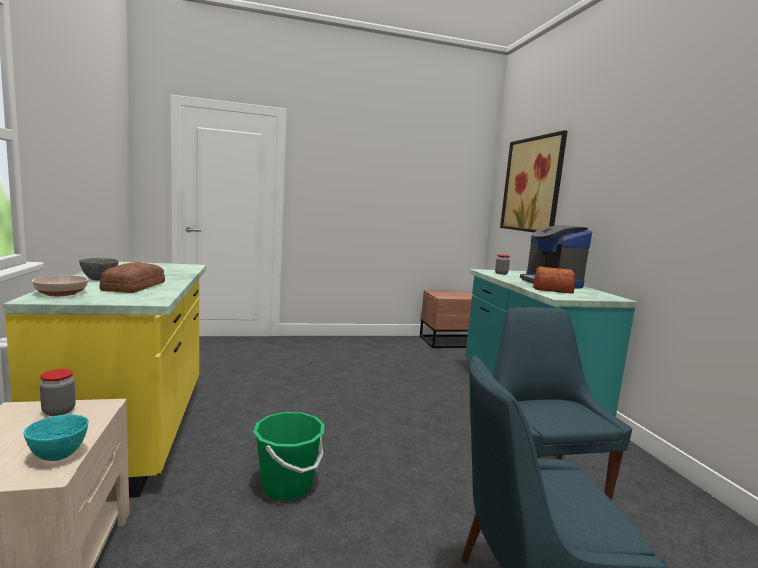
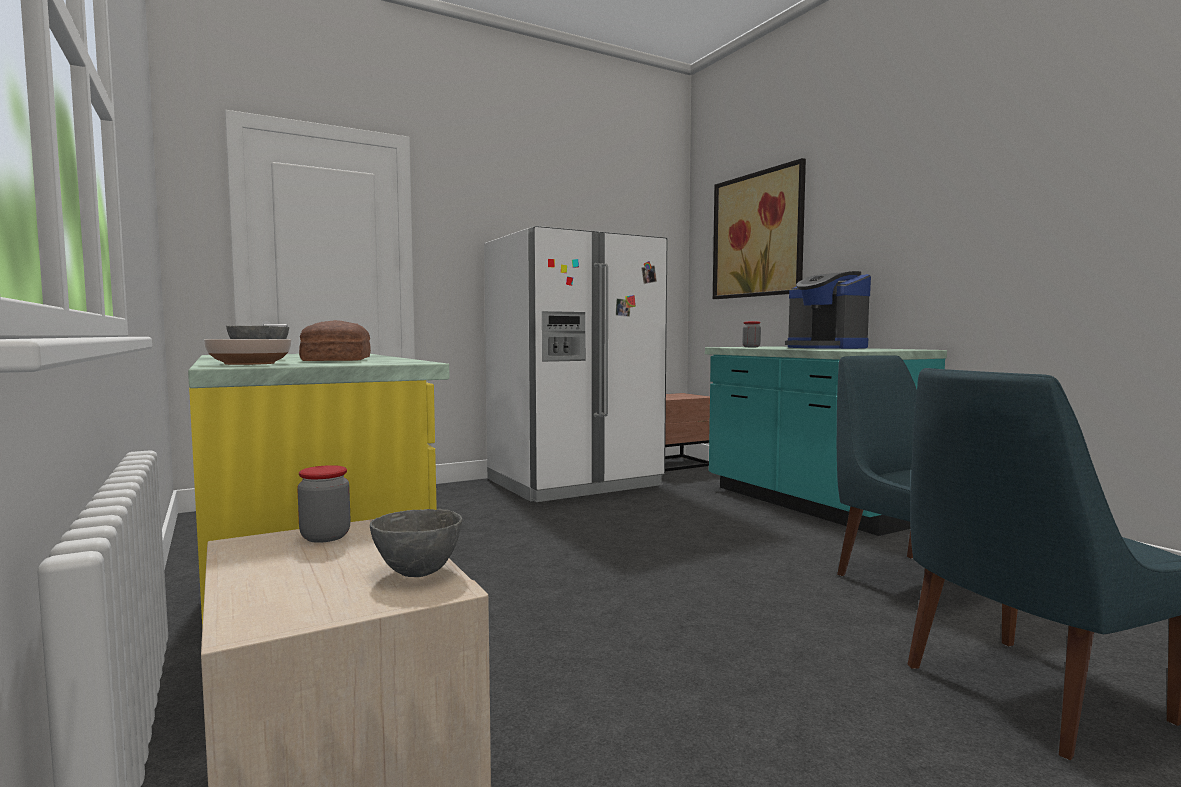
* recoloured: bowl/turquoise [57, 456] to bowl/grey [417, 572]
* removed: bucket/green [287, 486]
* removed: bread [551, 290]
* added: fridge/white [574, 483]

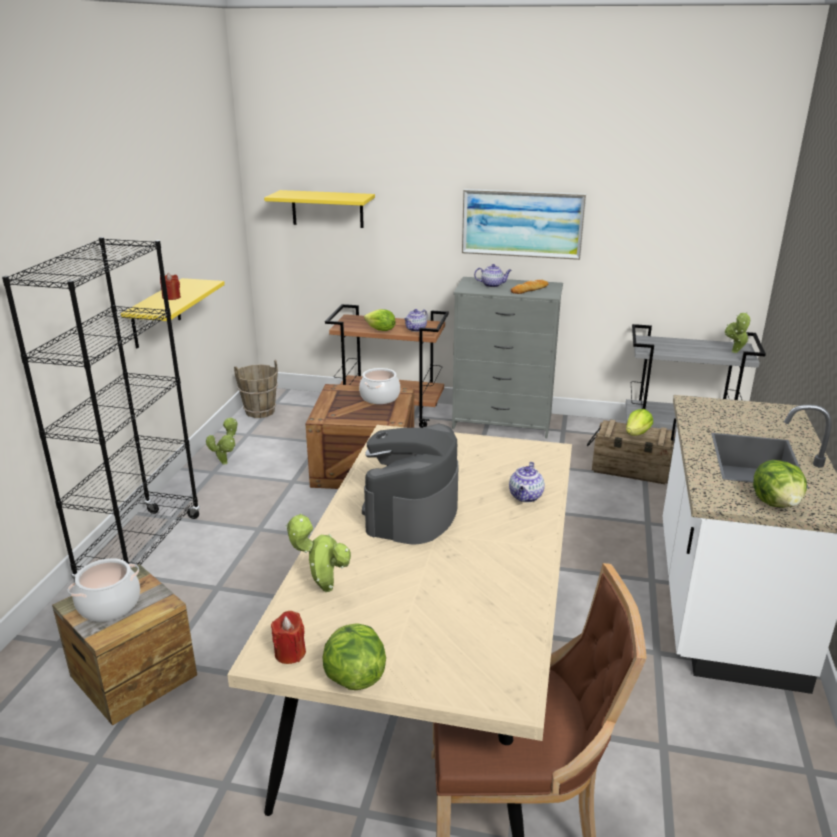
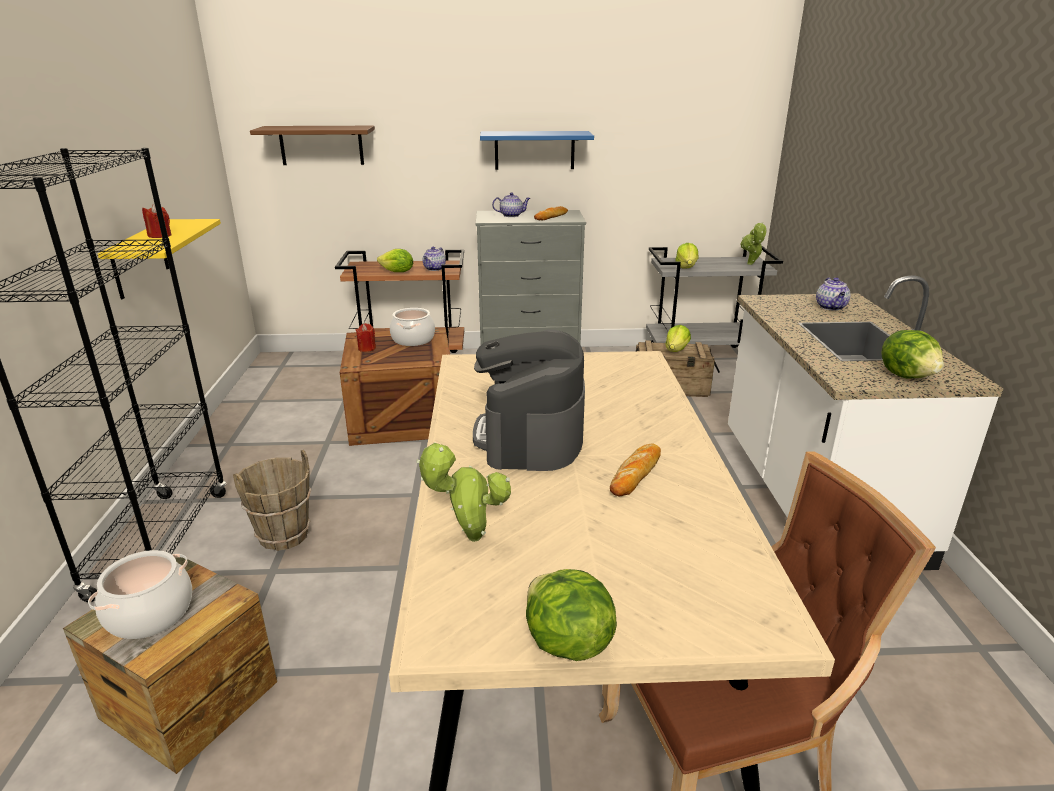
* removed: potted plant [226, 462]
* moved: bucket/brown [260, 412] to [283, 535]
* recoloured: shelf/yellow [327, 209] to shelf/brown [321, 145]
* moved: candle/red [290, 653] to [367, 348]
* replaced: picture [522, 223] to shelf/blue [534, 150]
* moved: teapot [526, 497] to [831, 307]
* added: bread [636, 473]
* added: lettuce [686, 267]

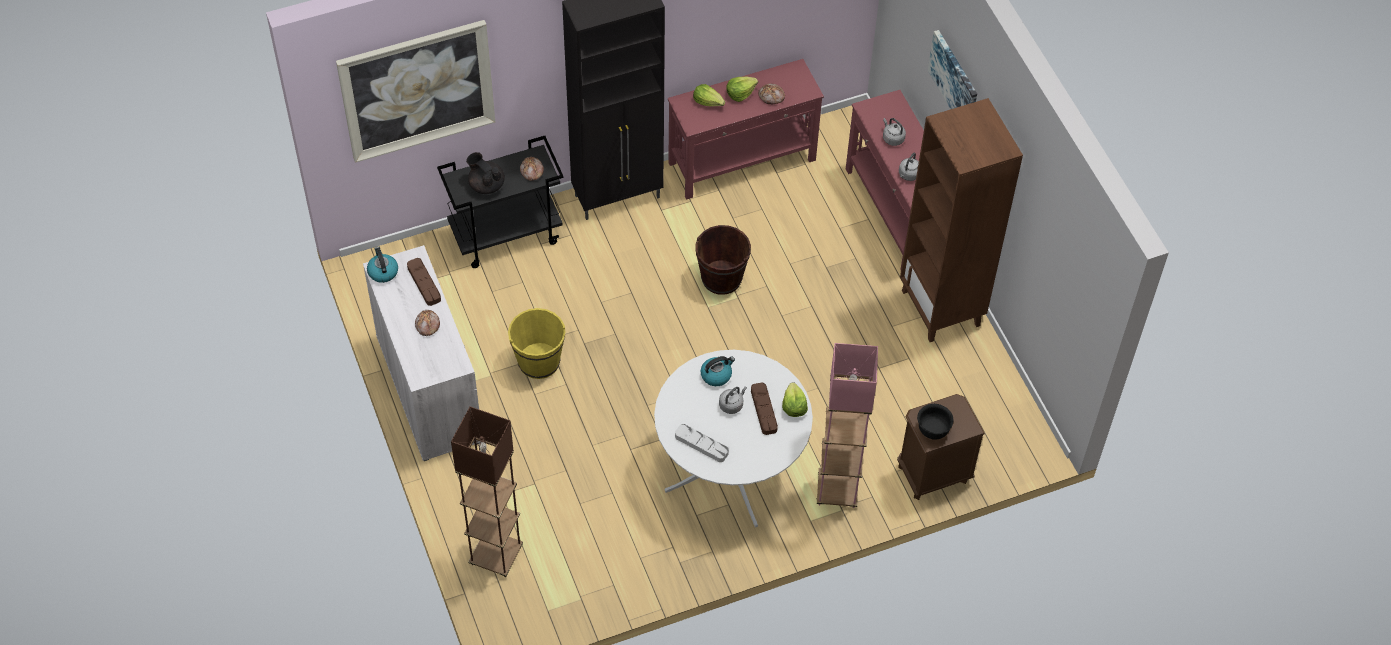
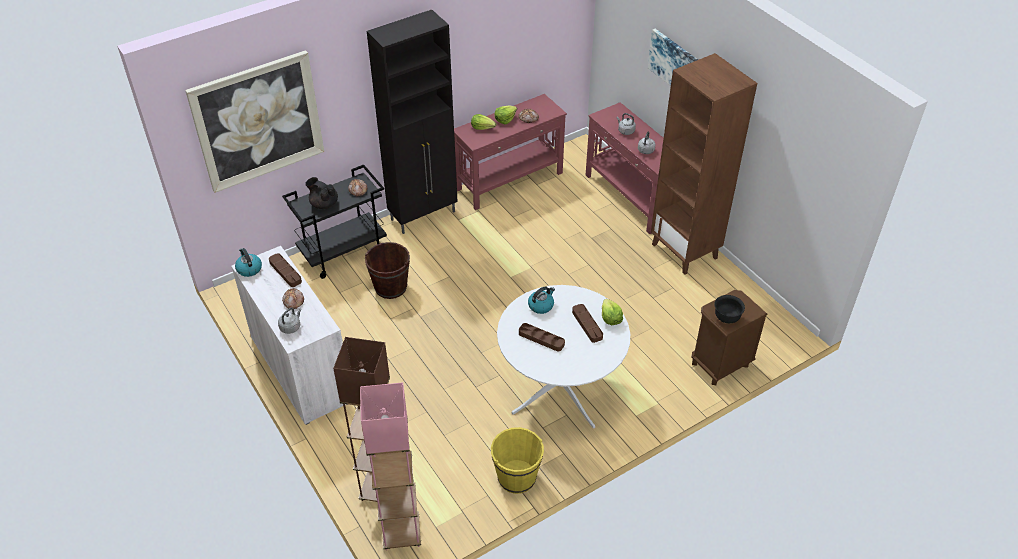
* moved: bucket/yellow [539, 361] to [516, 477]
* removed: tray/grey [701, 444]
* moved: bucket/brown [721, 278] to [390, 287]
* moved: kettle/grey [732, 405] to [291, 327]
* moved: floor lamp/pink [837, 491] to [401, 533]
* added: tray/brown [541, 339]

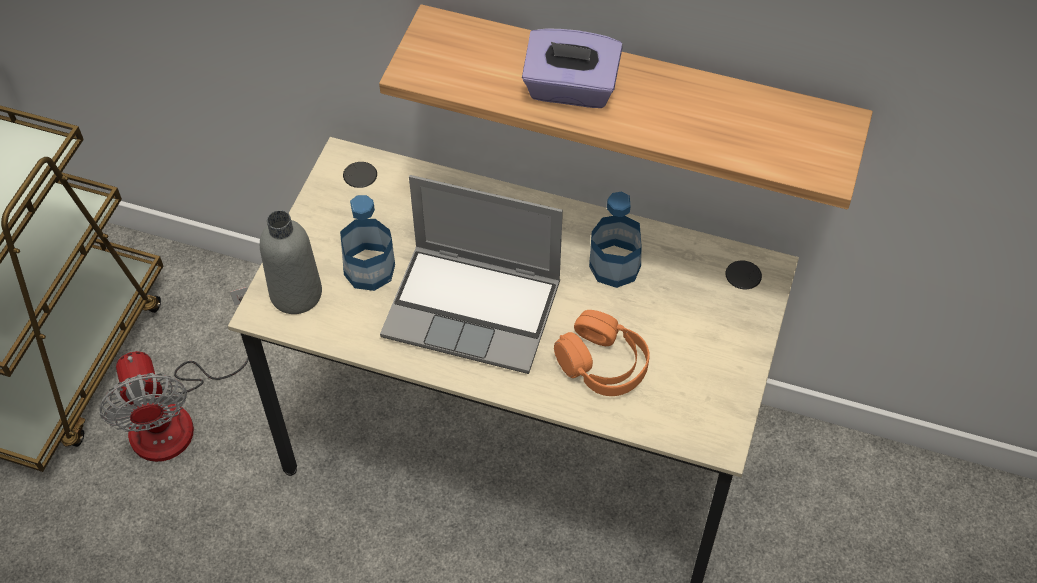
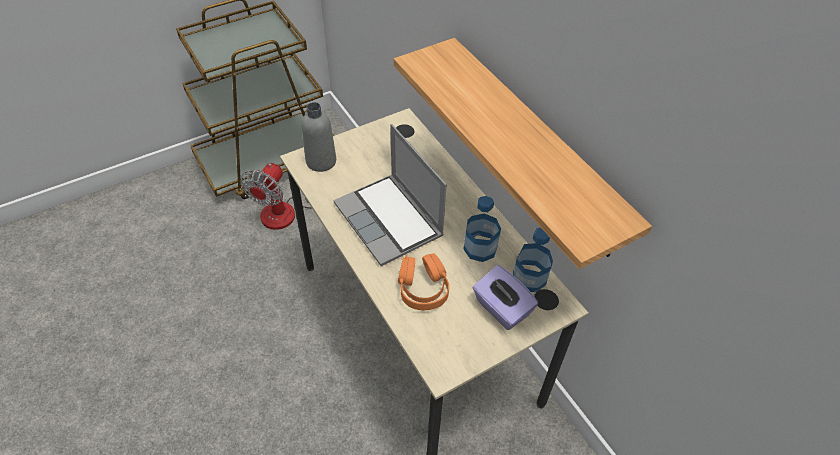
* moved: bottle [369, 269] to [529, 278]
* moved: tissue box/purple [570, 90] to [501, 309]

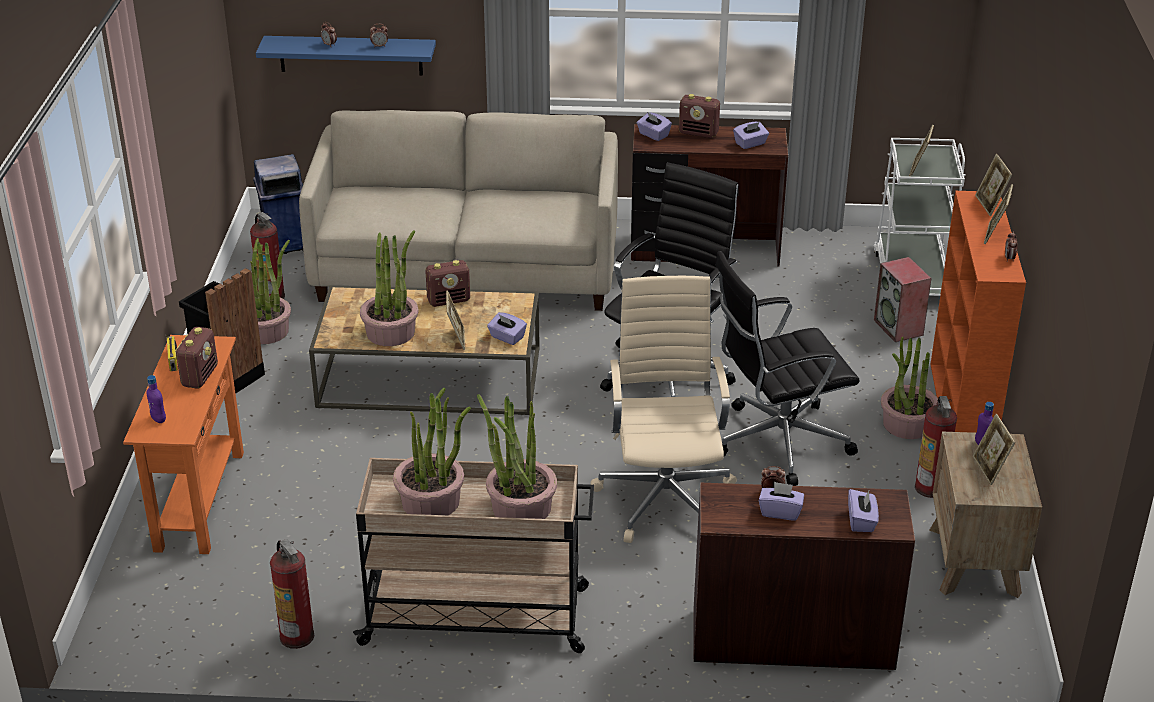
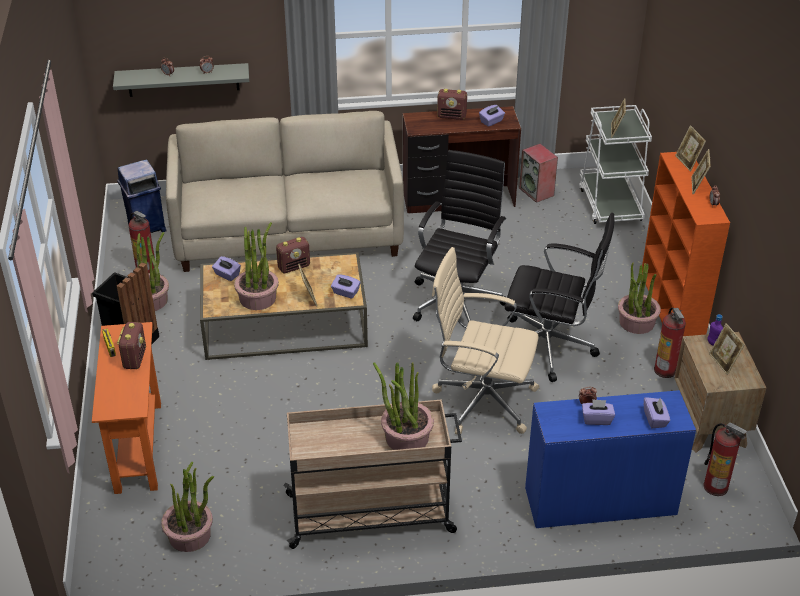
* removed: bottle/purple [158, 419]
* recoloured: shelf/blue [350, 55] to shelf/grey [183, 80]
* moved: fire extinguisher [297, 636] to [716, 486]
* moved: potted plant [431, 501] to [190, 535]
* turned: office chair/beige [665, 496] = [482, 400] 60 degrees counterclockwise
* moved: tissue box/purple [653, 135] to [227, 275]
* recoloured: desk/brown [791, 638] to desk/blue [599, 500]
* turned: office chair/black [777, 442] = [549, 347] 135 degrees counterclockwise
* moved: speaker [899, 328] to [537, 192]

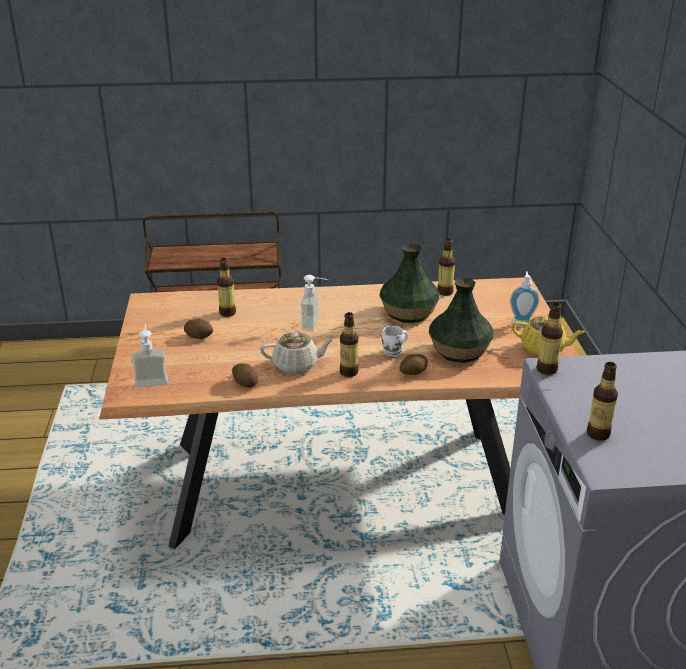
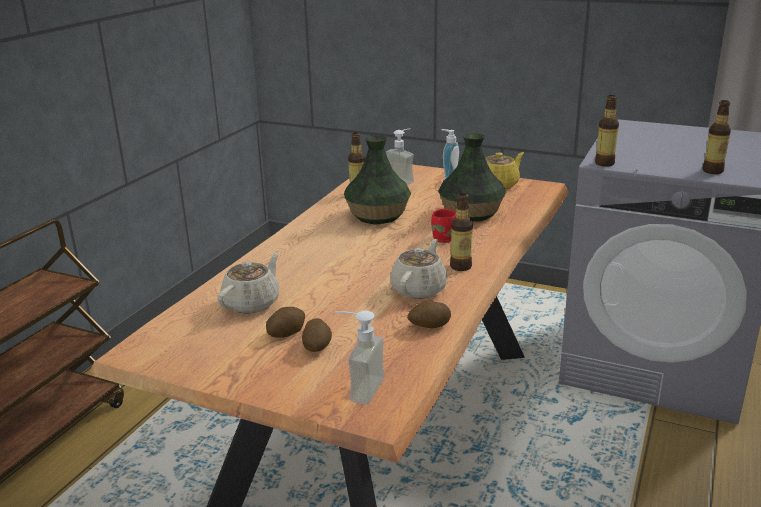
* replaced: bottle [227, 313] to teapot/beige [252, 303]
* moved: soap dispenser [316, 324] to [403, 179]
* recoloured: mug/white [394, 352] to mug/red [444, 238]
* moved: potato [413, 373] to [317, 347]

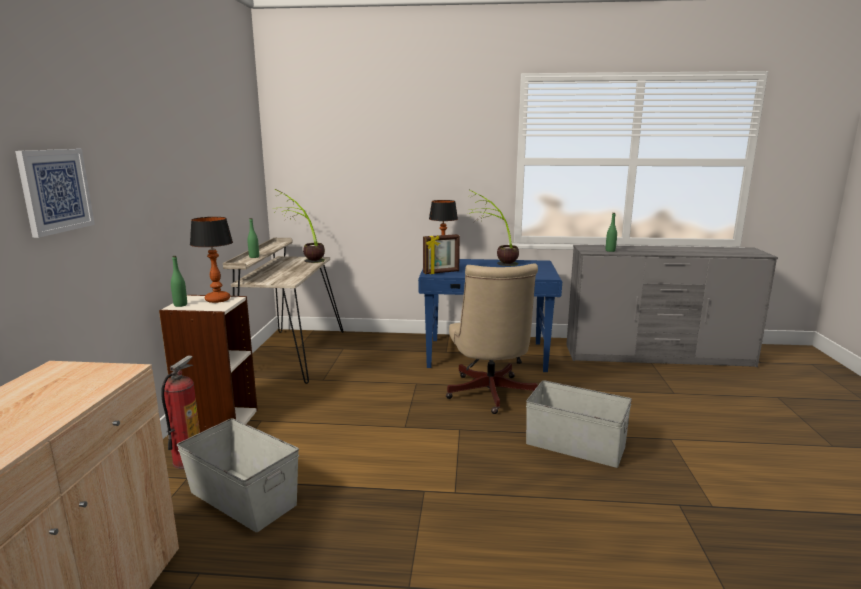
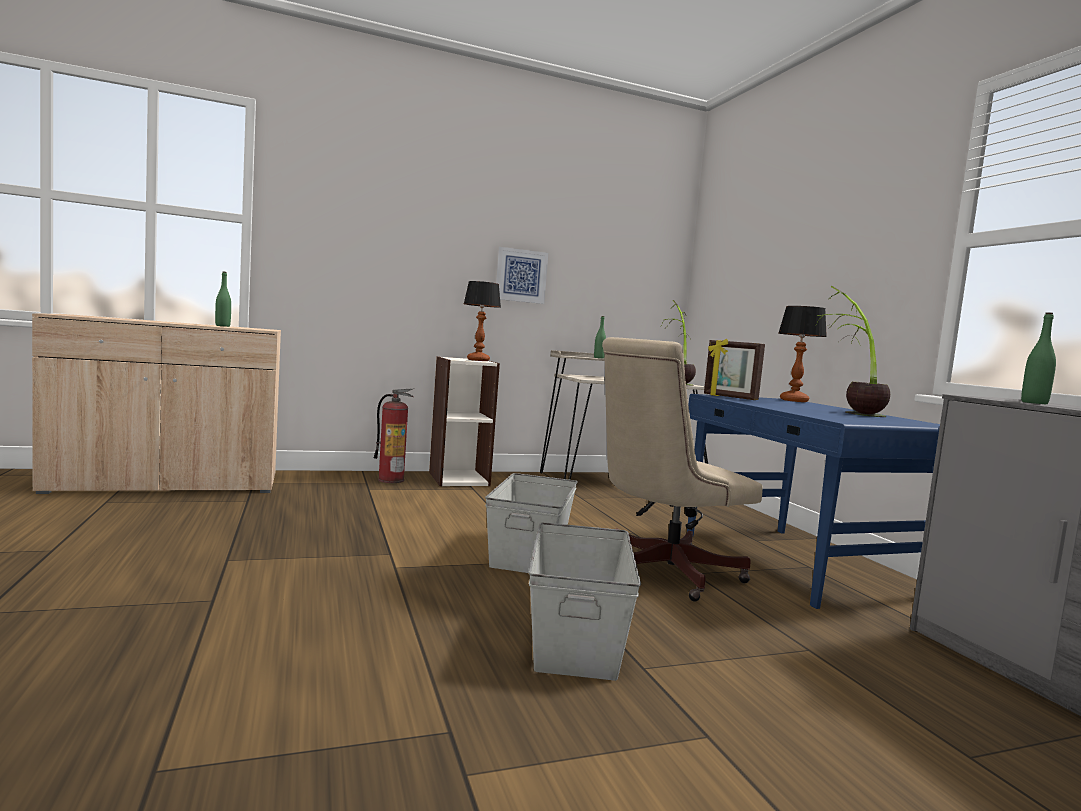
* moved: picture [55, 191] to [521, 275]
* moved: bottle/green [180, 305] to [222, 326]
* moved: storage box/grey [243, 497] to [530, 551]

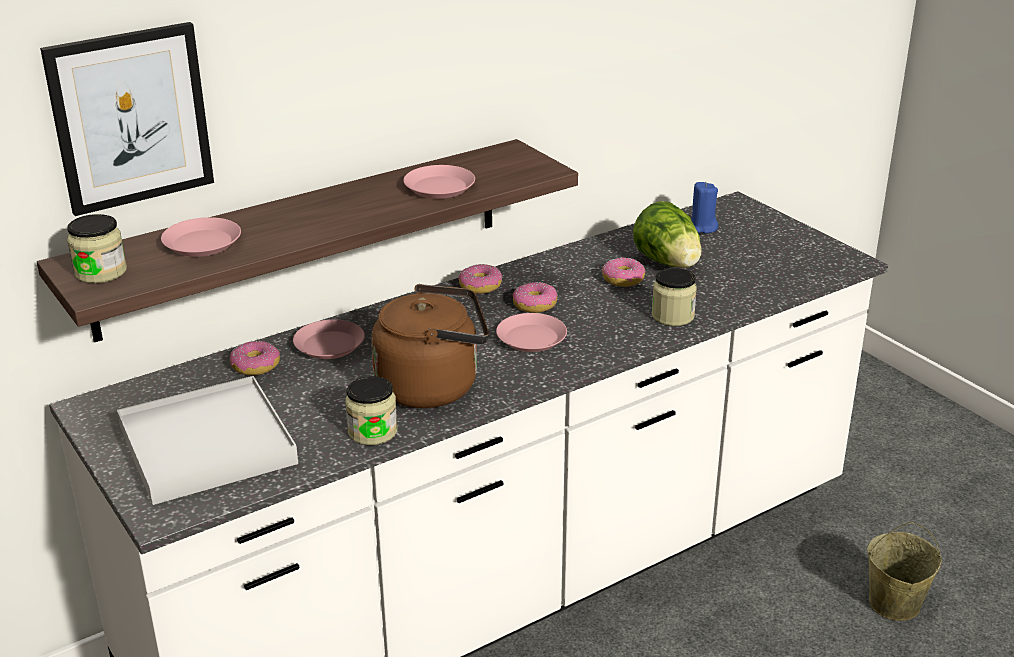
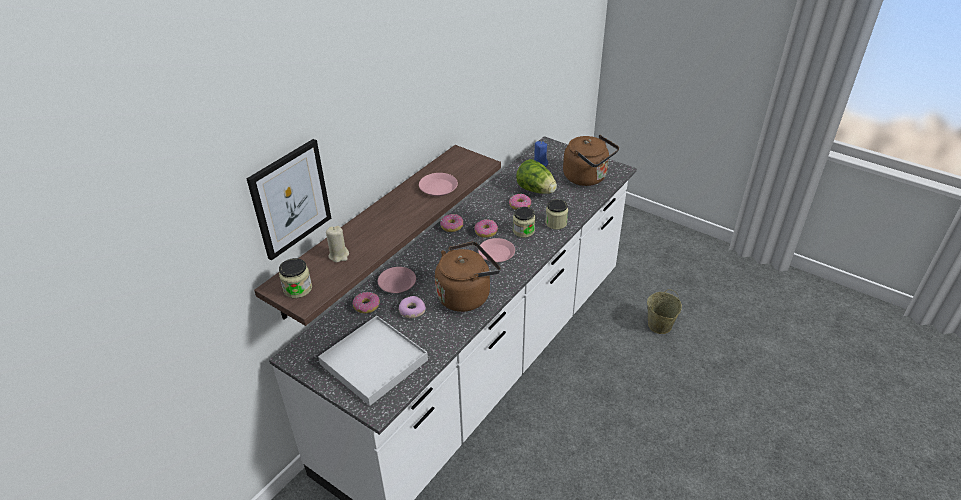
* replaced: plate/pink [201, 243] to candle/beige [339, 255]
* moved: jar [372, 432] to [523, 231]
* added: donut [412, 311]
* added: kettle/brown [587, 178]

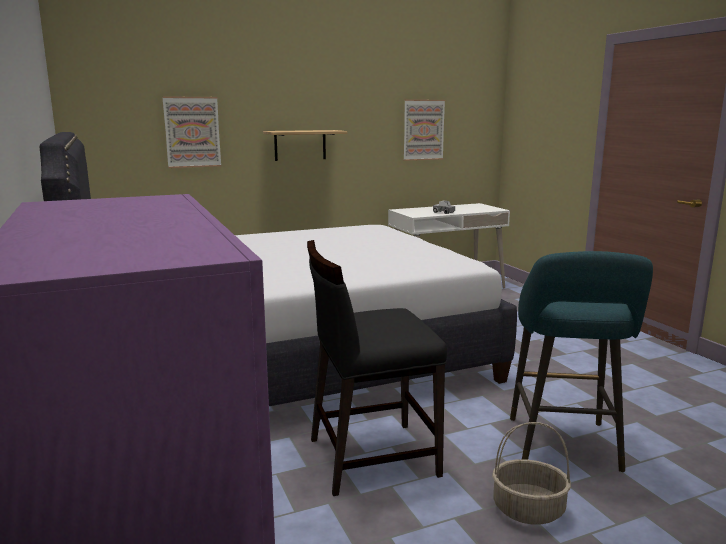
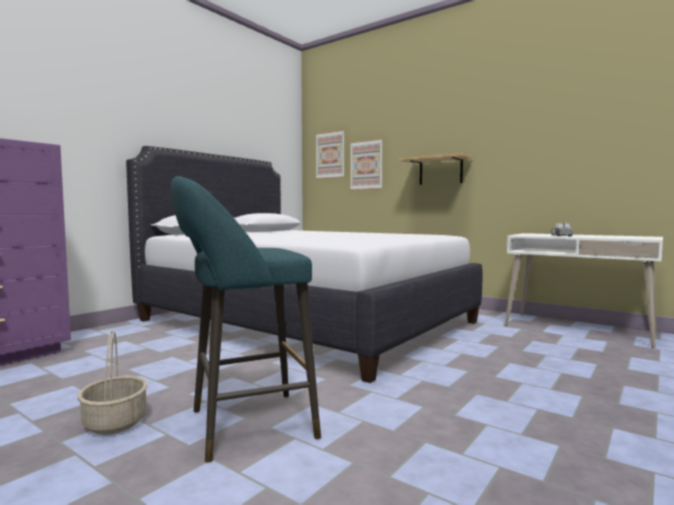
* removed: chair/black [371, 456]
* moved: picture [423, 130] to [330, 155]

